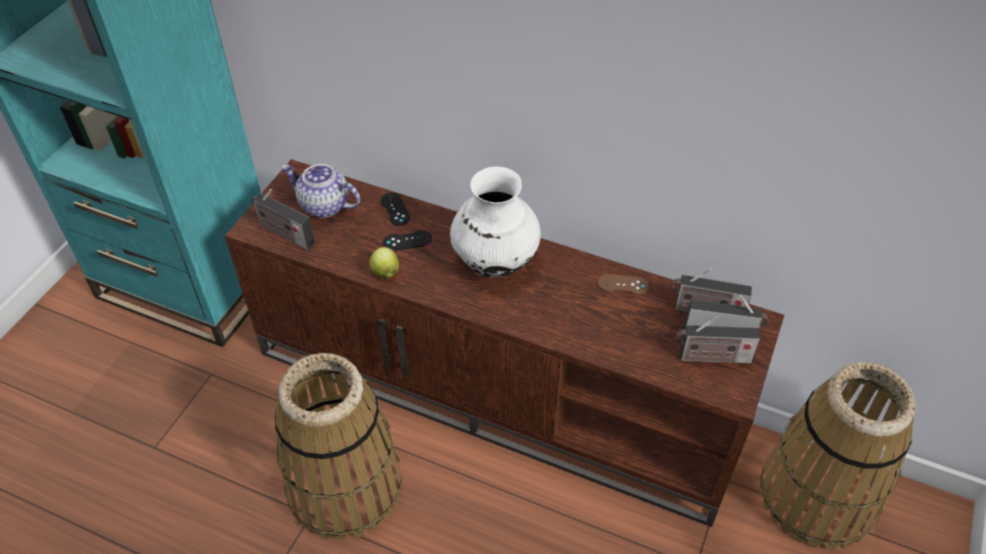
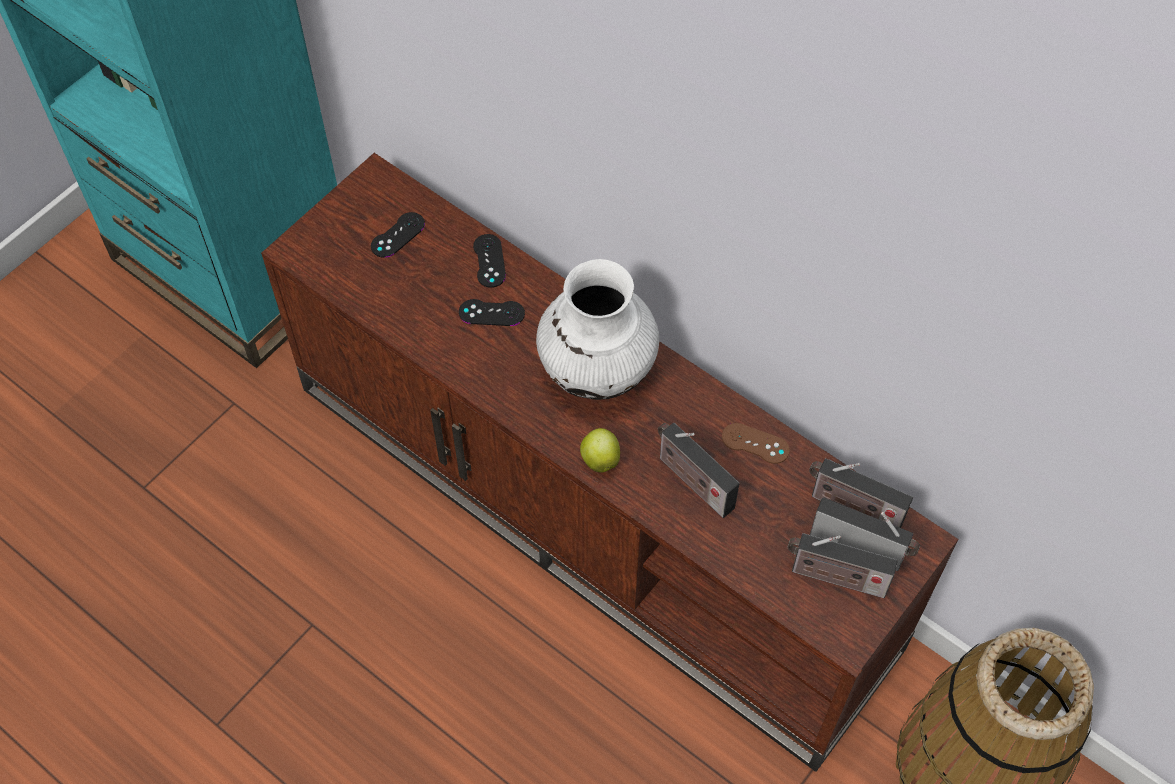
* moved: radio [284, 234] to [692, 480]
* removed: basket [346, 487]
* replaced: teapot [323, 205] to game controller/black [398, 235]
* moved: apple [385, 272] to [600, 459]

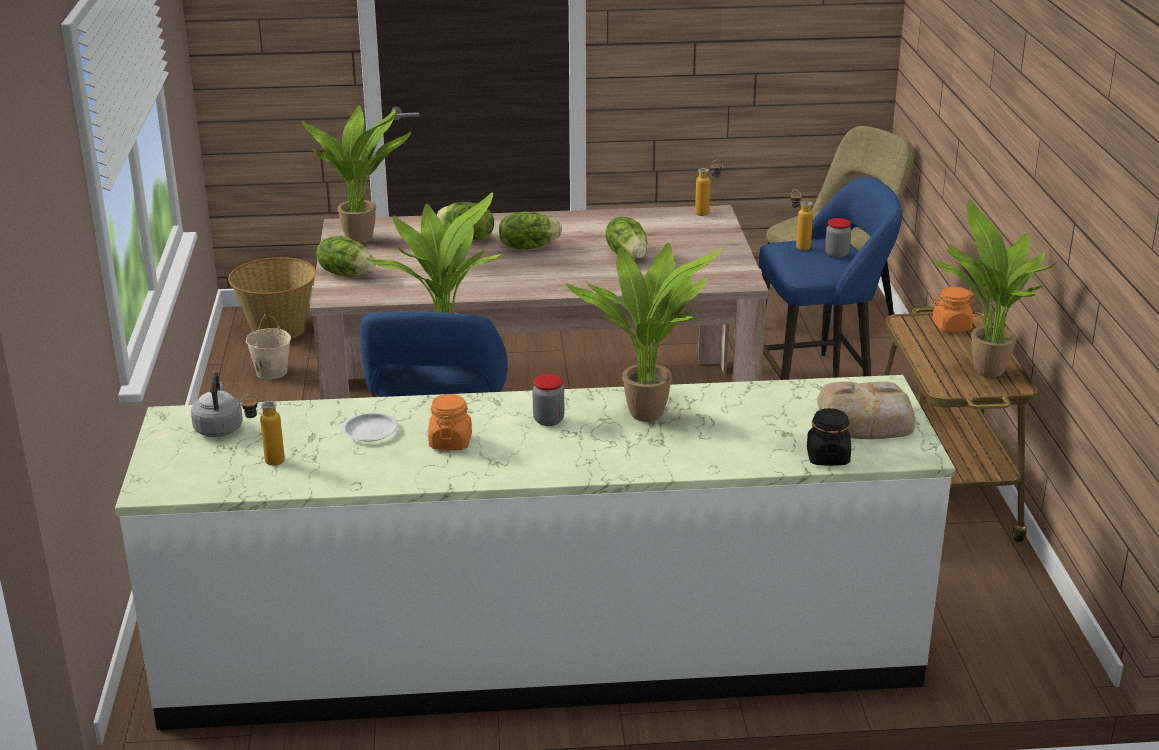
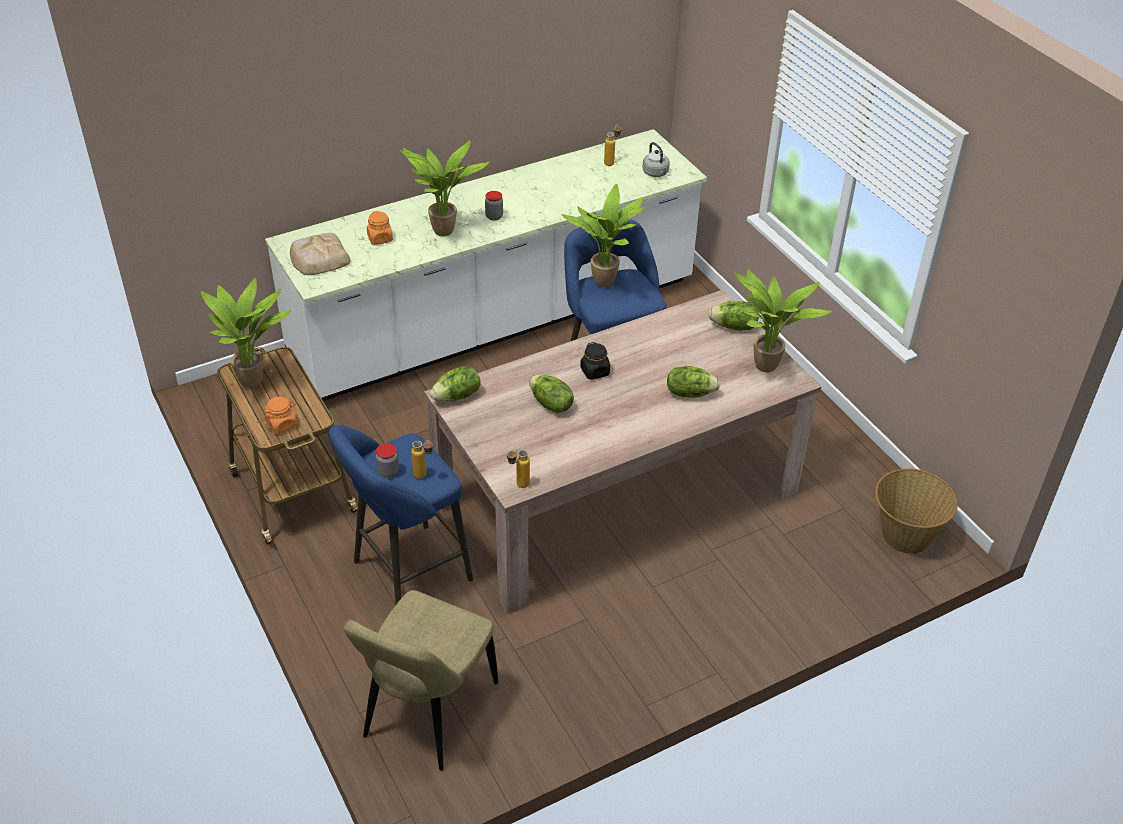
* removed: bucket/beige [271, 372]
* removed: plate/white [371, 431]
* moved: jar/orange [450, 442] to [380, 239]
* moved: lettuce [528, 247] to [457, 396]
* moved: jar/black [827, 457] to [595, 372]

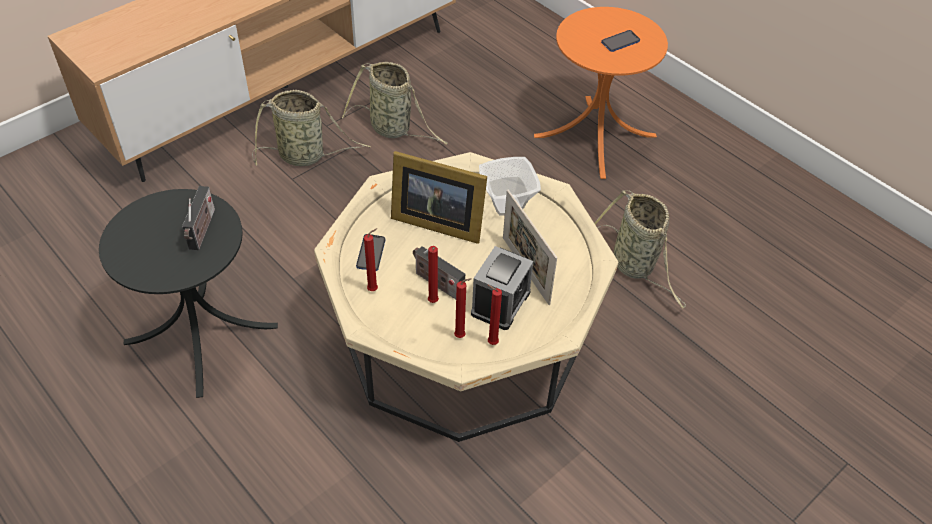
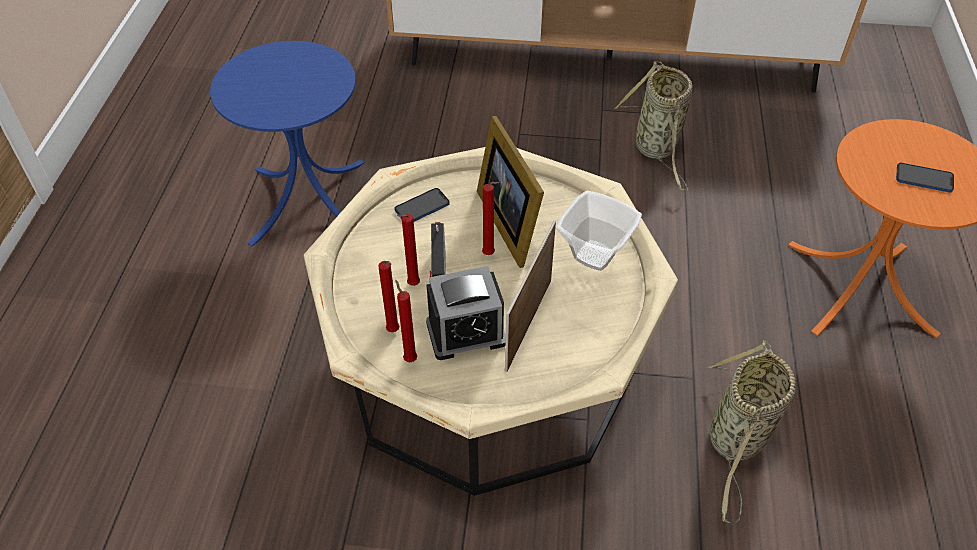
* recoloured: side table/black [201, 333] to side table/blue [308, 201]
* removed: radio [202, 231]
* removed: basket [305, 156]
* moved: candle/red [374, 289] to [490, 255]

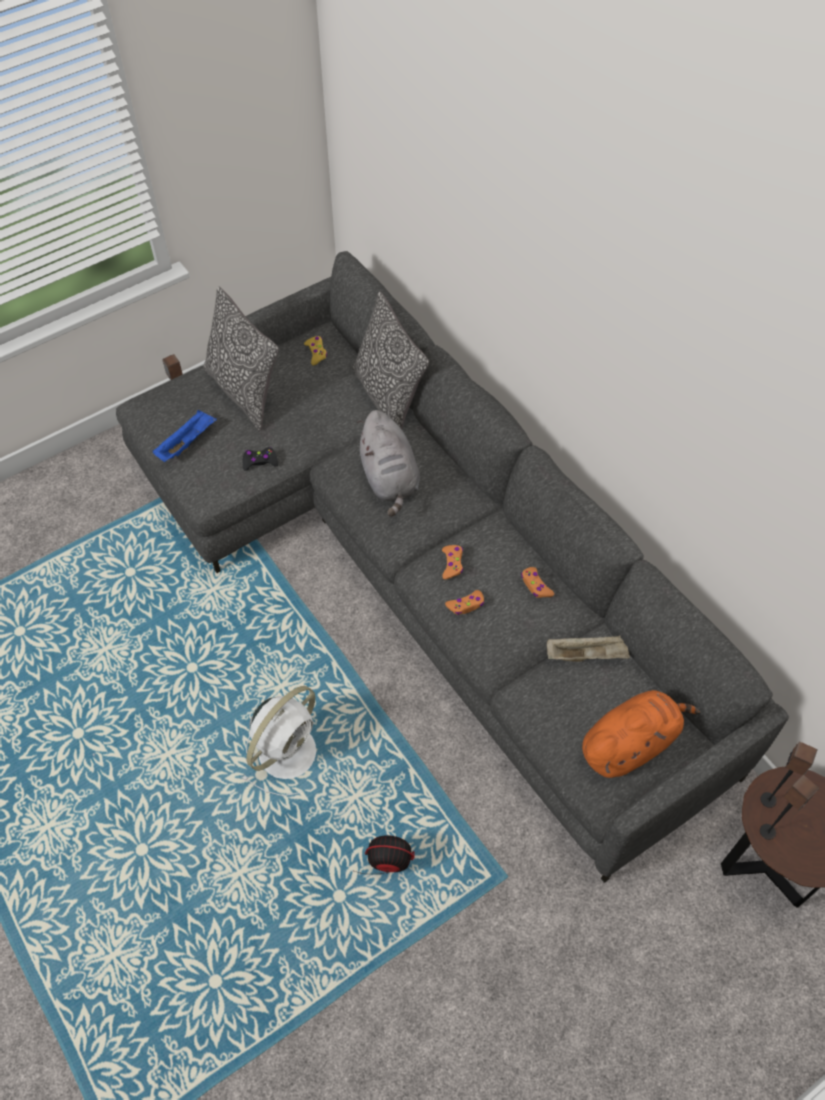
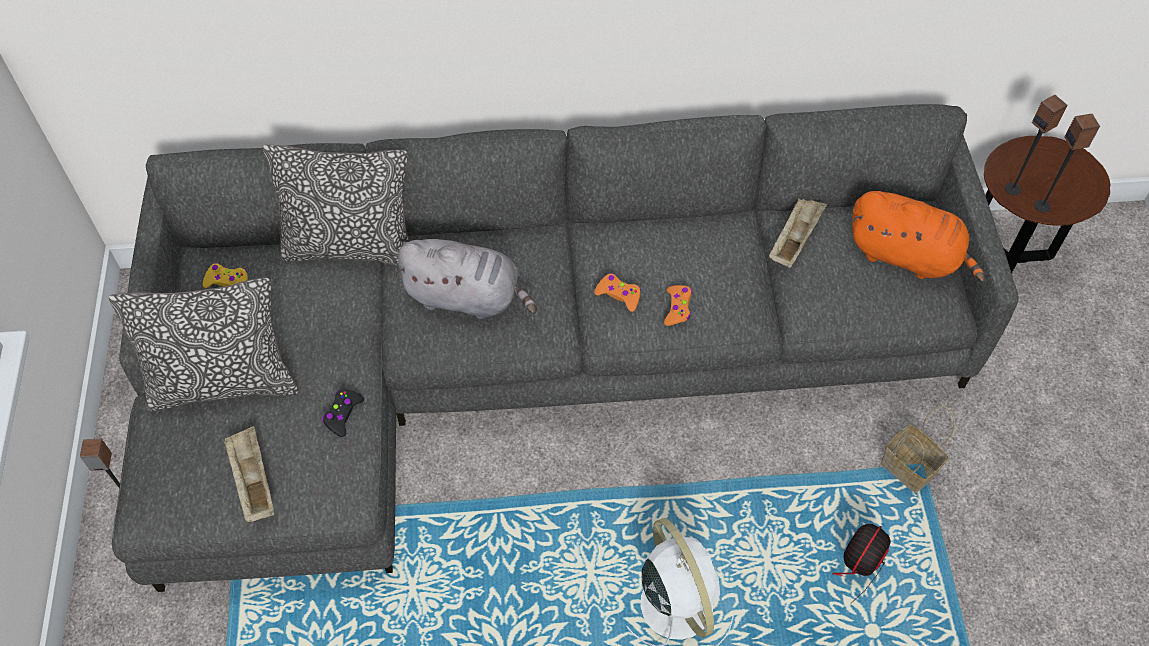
* recoloured: tray/blue [187, 443] to tray/beige [253, 481]
* removed: game controller/orange [535, 586]
* turned: plush toy/orange [630, 743] = [907, 256] 120 degrees clockwise
* added: basket [910, 468]

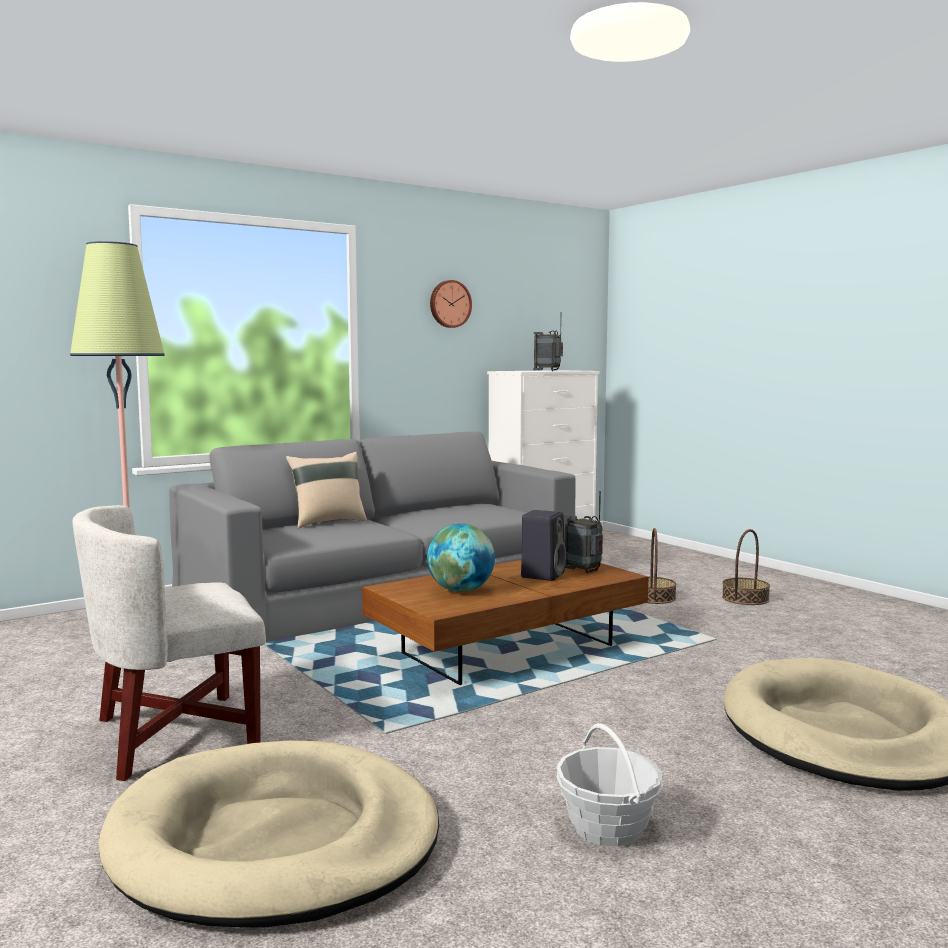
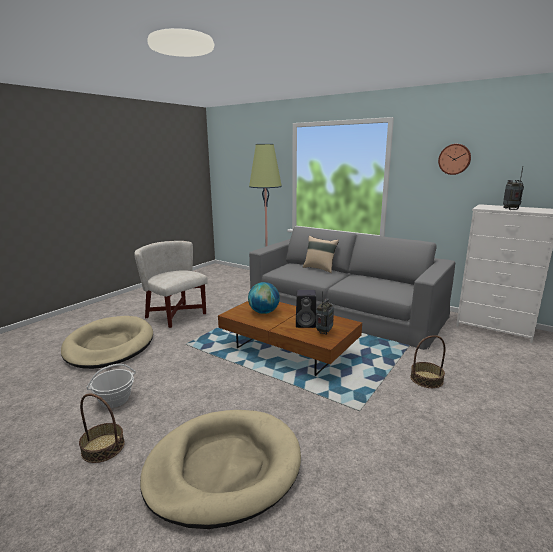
* moved: basket [745, 598] to [103, 447]

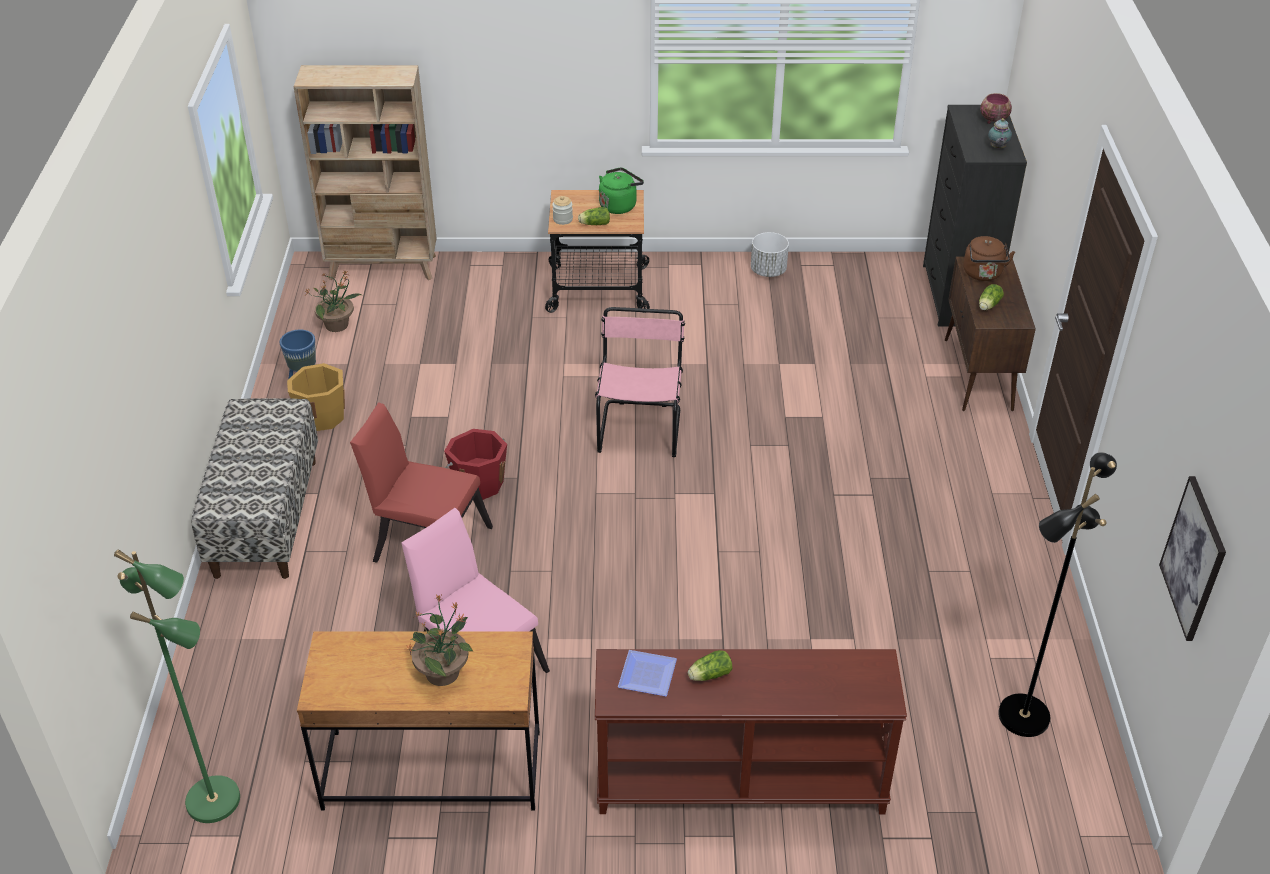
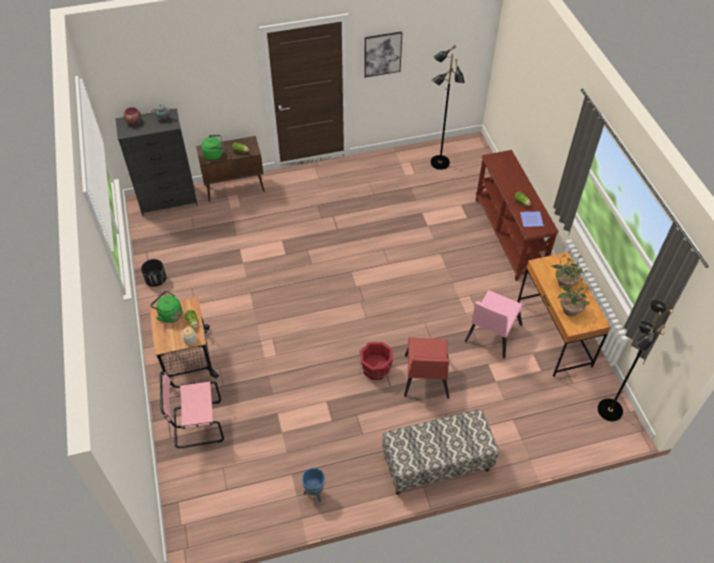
* recoloured: floor lamp/green [215, 799] to floor lamp/black [608, 410]
* removed: bucket/orange [321, 416]
* removed: bookcase/beige [383, 267]
* moved: potted plant [337, 325] to [570, 310]
* moved: chair/pink [640, 427] to [196, 425]
* recoloured: planter/white [768, 271] to planter/black [156, 280]
* recoloured: kettle/brown [983, 274] to kettle/green [214, 154]
* moved: picture [1193, 558] to [382, 54]

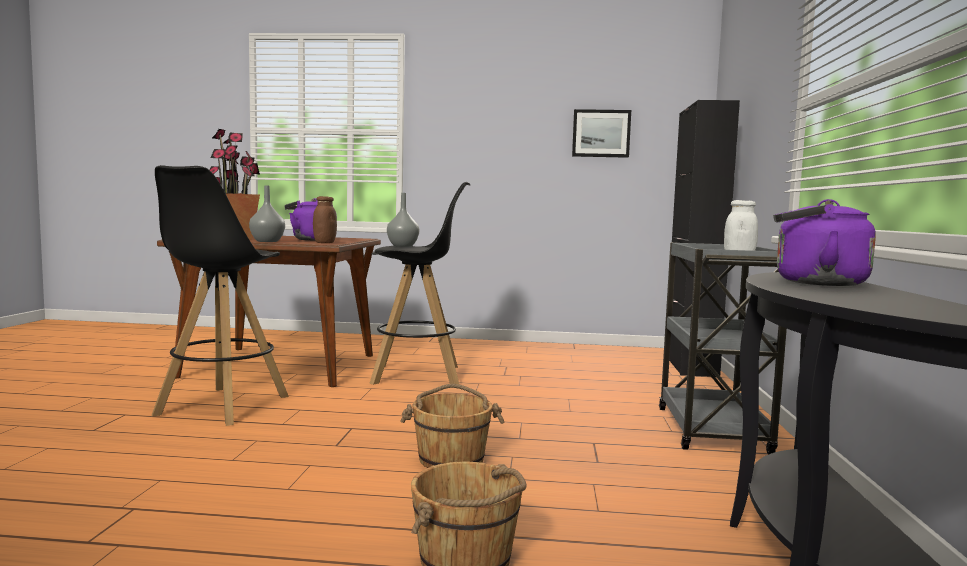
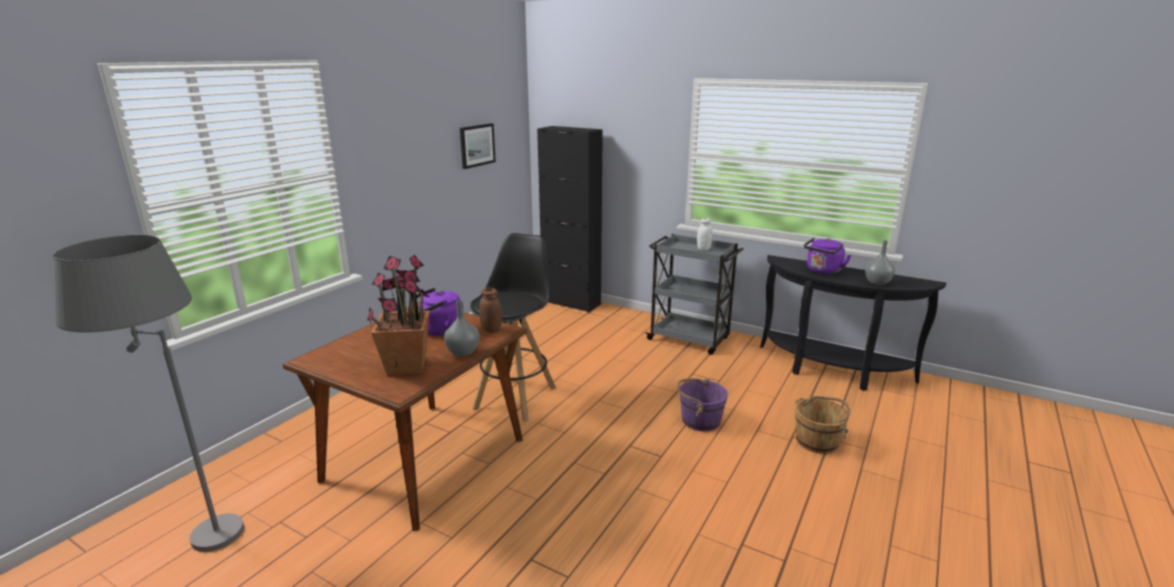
* removed: stool/black [222, 406]
* moved: vase/grey [403, 246] to [877, 282]
* recoloured: bucket/brown [451, 459] to bucket/purple [700, 420]
* added: floor lamp/grey [193, 532]

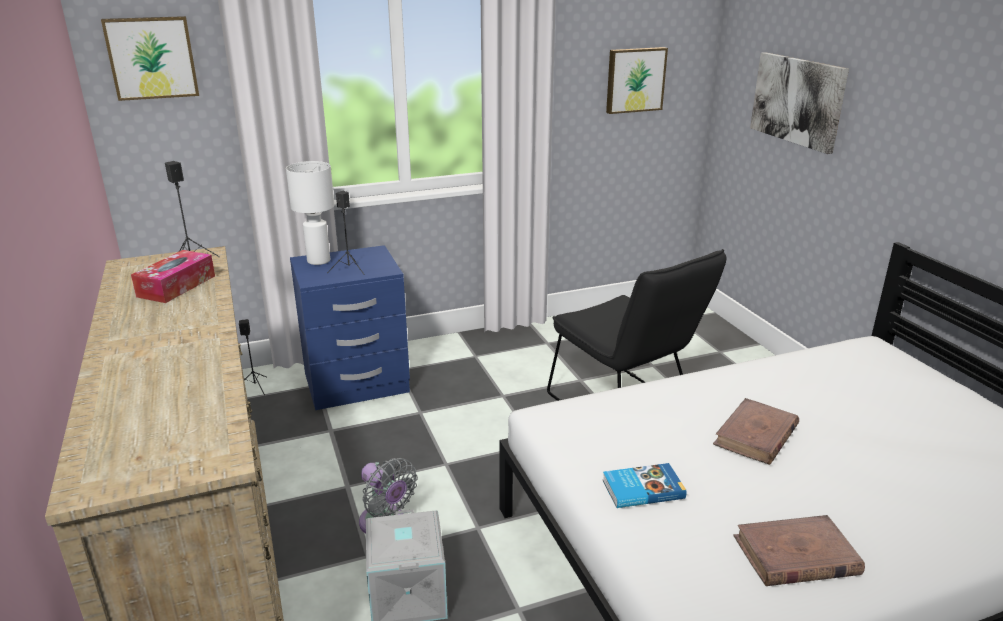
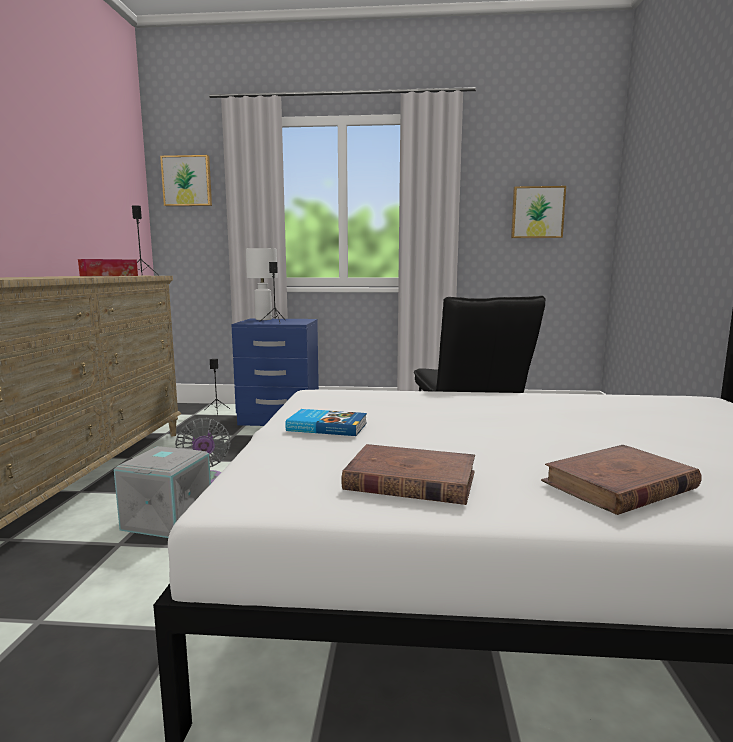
* moved: book/brown [756, 435] to [619, 485]
* removed: picture [798, 100]

